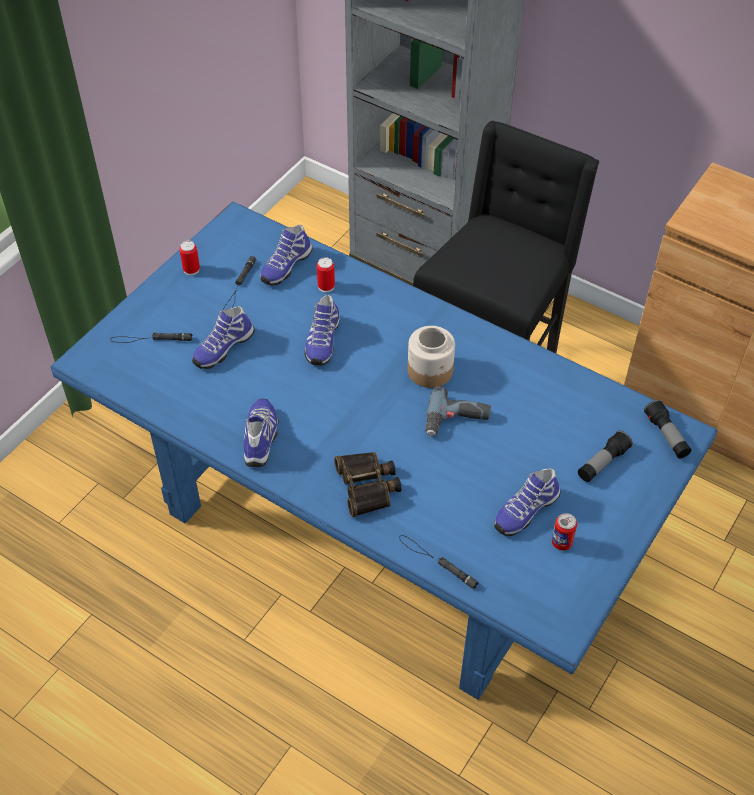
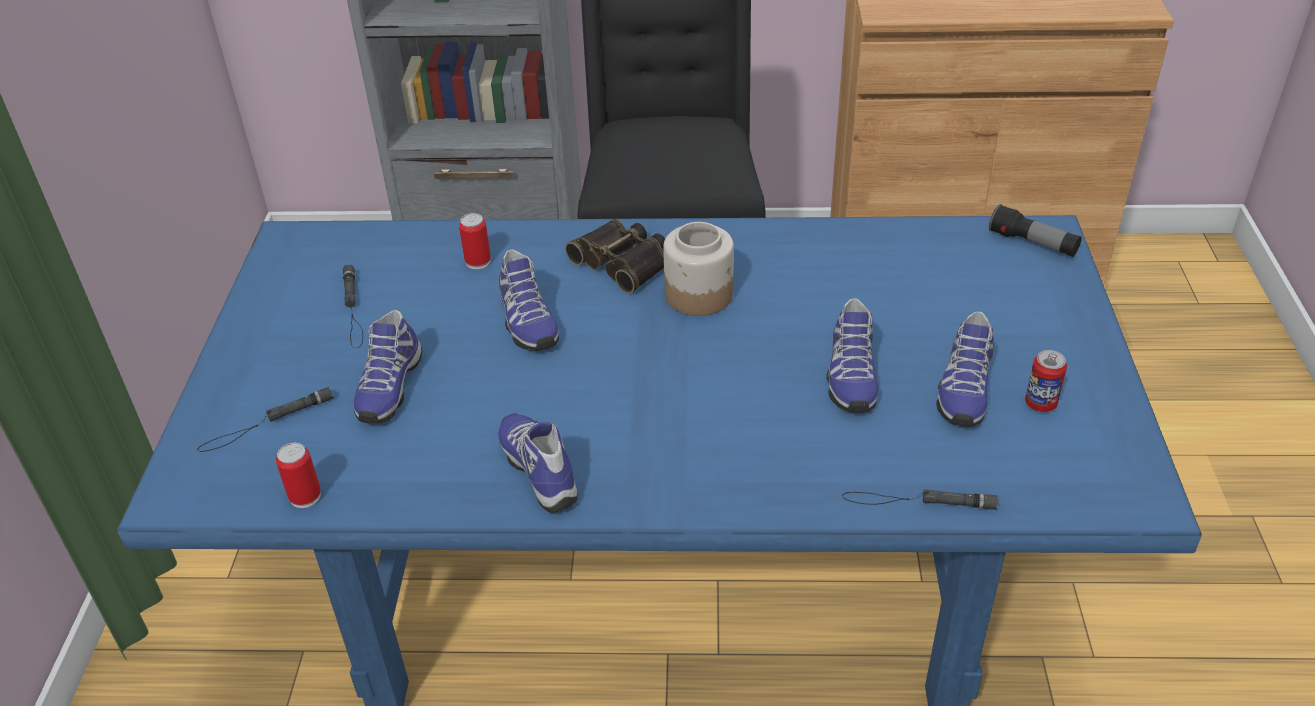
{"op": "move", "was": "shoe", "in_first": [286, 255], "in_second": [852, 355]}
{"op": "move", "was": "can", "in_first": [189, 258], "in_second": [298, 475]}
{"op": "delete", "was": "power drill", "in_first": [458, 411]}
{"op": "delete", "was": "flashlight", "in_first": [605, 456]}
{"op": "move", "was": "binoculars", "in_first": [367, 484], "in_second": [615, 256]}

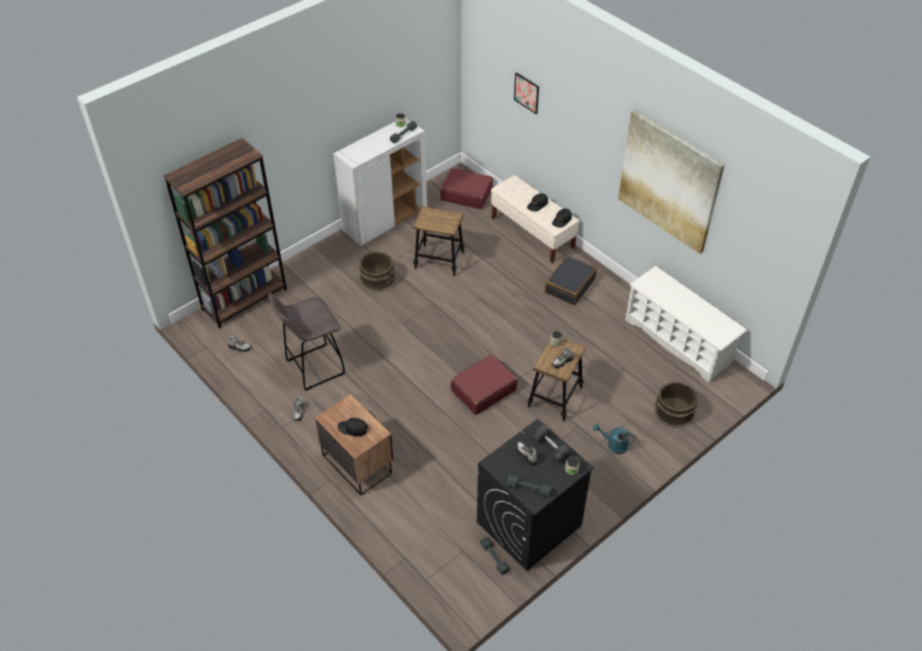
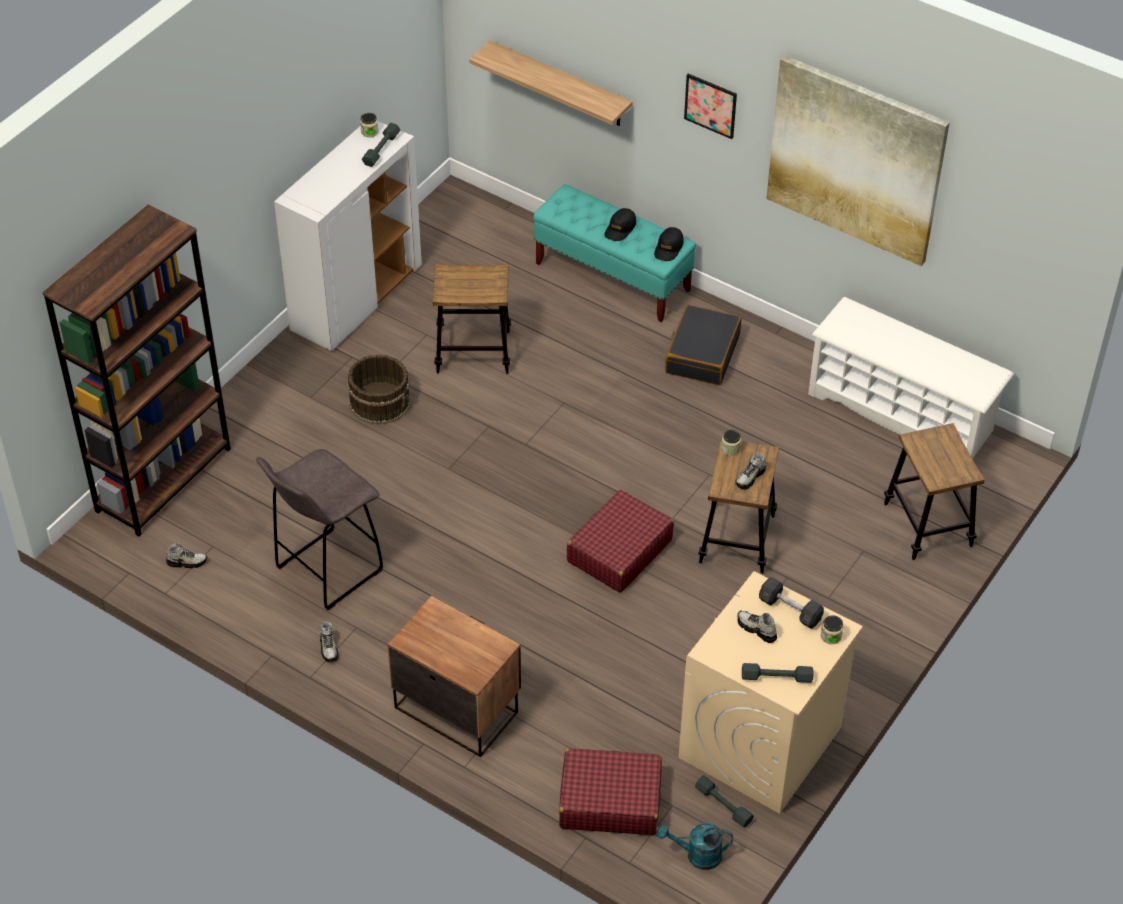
{"op": "move", "was": "picture", "in_first": [526, 93], "in_second": [710, 106]}
{"op": "move", "was": "red suitcase", "in_first": [466, 188], "in_second": [610, 792]}
{"op": "recolor", "was": "beige bench", "now": "turquoise bench", "in_first": [535, 219], "in_second": [615, 253]}
{"op": "replace", "was": "brown bucket", "now": "stool", "in_first": [676, 405], "in_second": [934, 491]}
{"op": "delete", "was": "black cap", "in_first": [353, 427]}
{"op": "recolor", "was": "black washing machine", "now": "beige washing machine", "in_first": [535, 495], "in_second": [771, 692]}
{"op": "move", "was": "turquoise watering can", "in_first": [614, 438], "in_second": [695, 846]}
{"op": "insert", "now": "shelf", "in_second": [551, 83]}

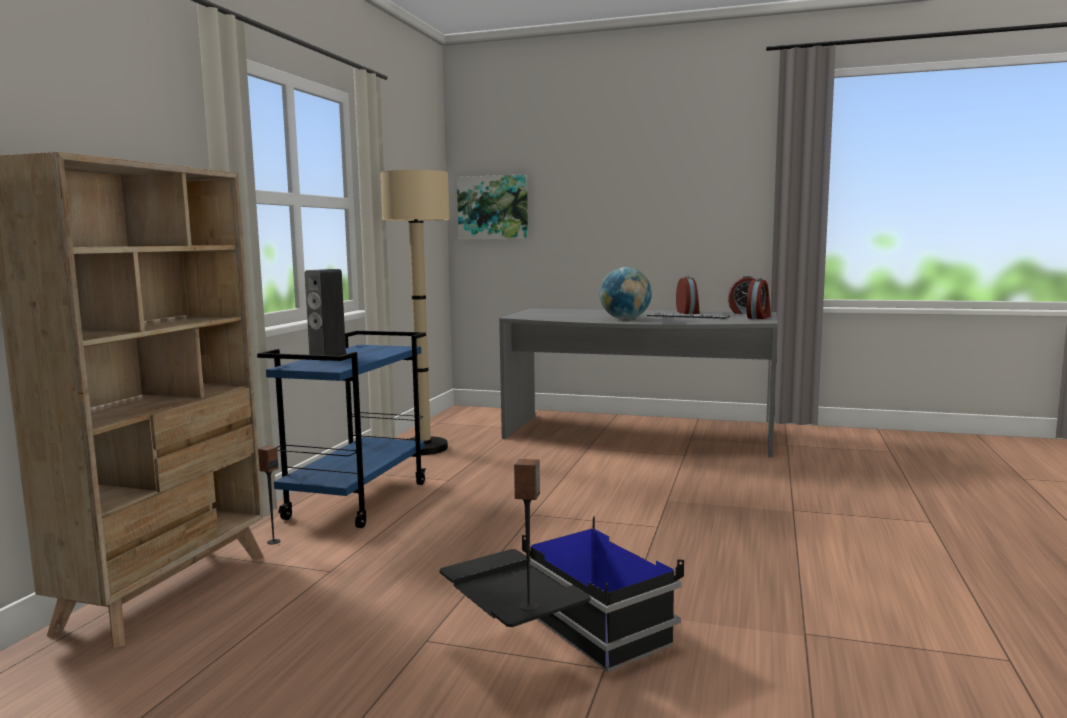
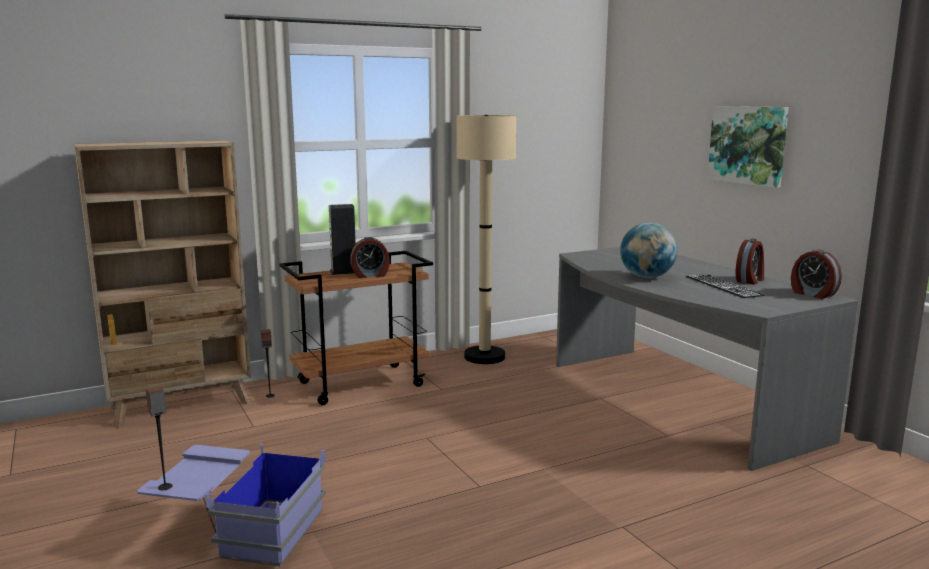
{"op": "move", "was": "picture", "in_first": [492, 207], "in_second": [748, 147]}
{"op": "move", "was": "alarm clock", "in_first": [758, 298], "in_second": [370, 257]}
{"op": "recolor", "was": "blue cart", "now": "brown cart", "in_first": [341, 429], "in_second": [356, 328]}
{"op": "recolor", "was": "black storage box", "now": "blue storage box", "in_first": [561, 594], "in_second": [231, 504]}

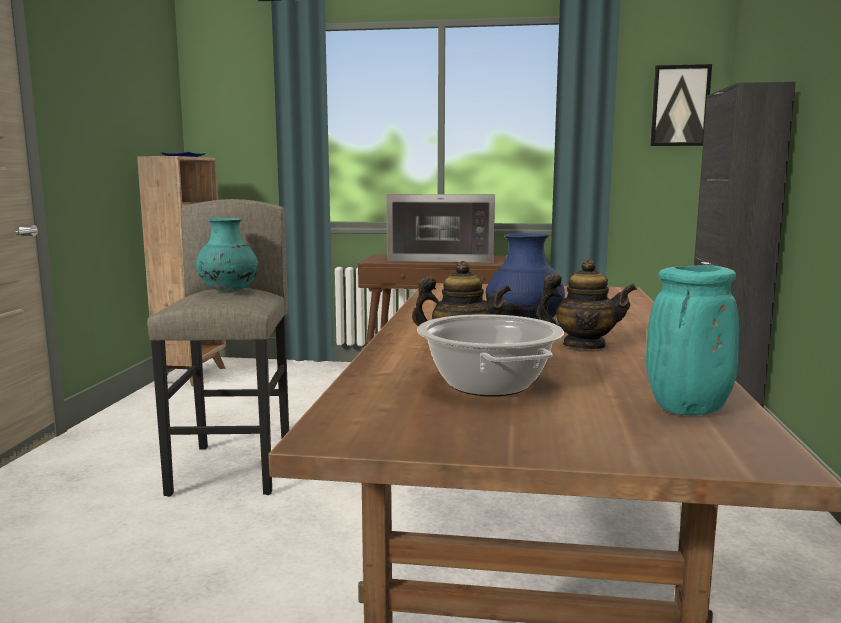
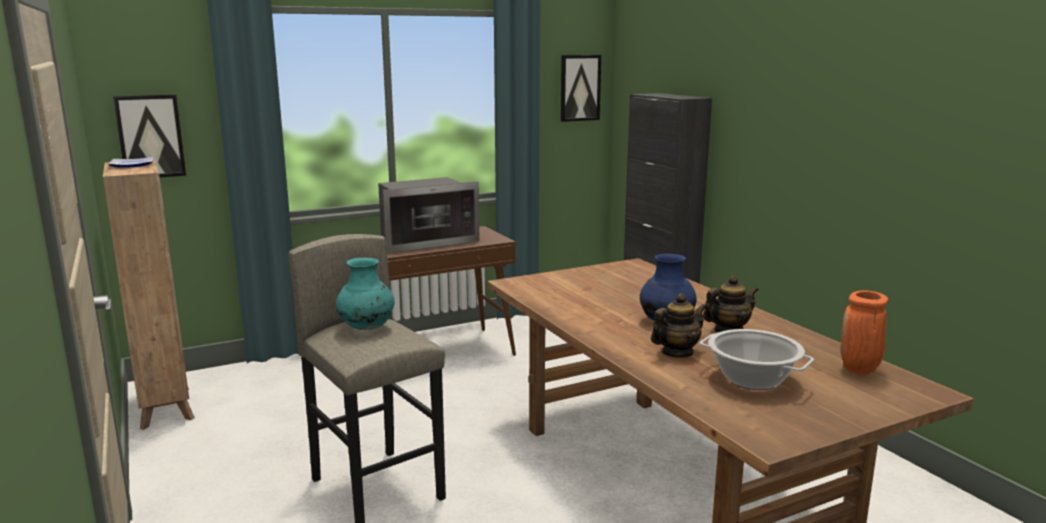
{"op": "recolor", "was": "turquoise vase", "now": "orange vase", "in_first": [692, 340], "in_second": [864, 332]}
{"op": "insert", "now": "picture", "in_second": [149, 135]}

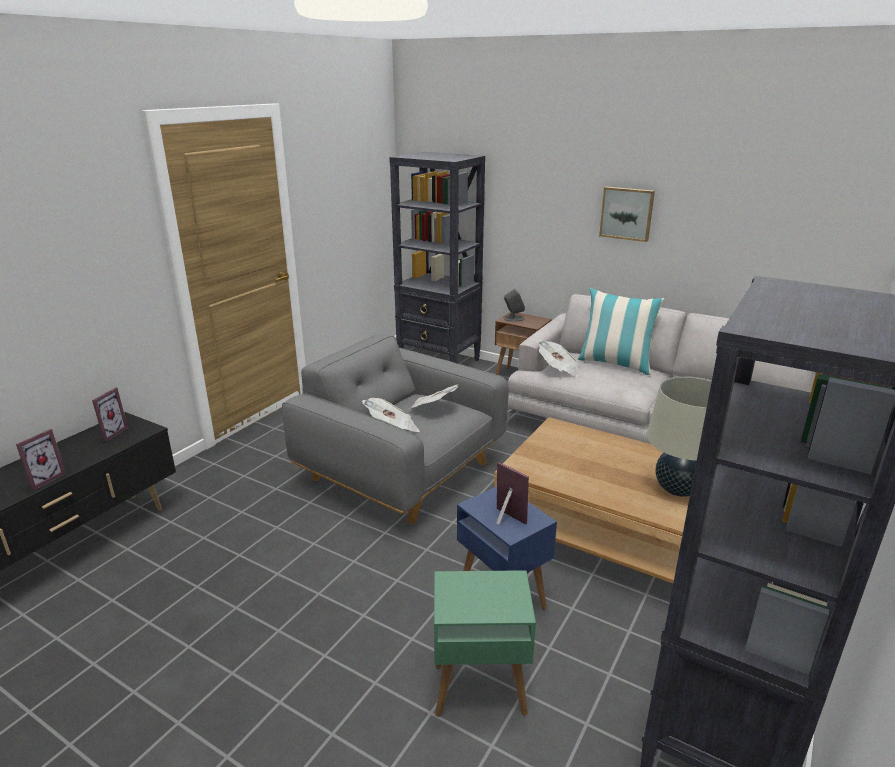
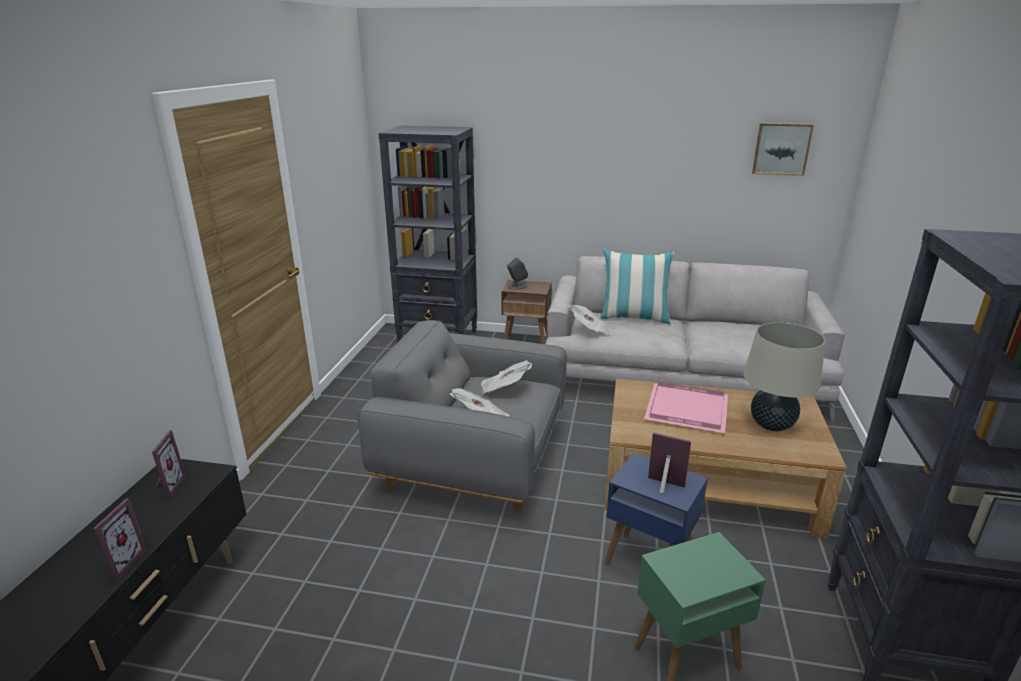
{"op": "move", "was": "picture", "in_first": [627, 214], "in_second": [783, 149]}
{"op": "insert", "now": "pink tray", "in_second": [686, 407]}

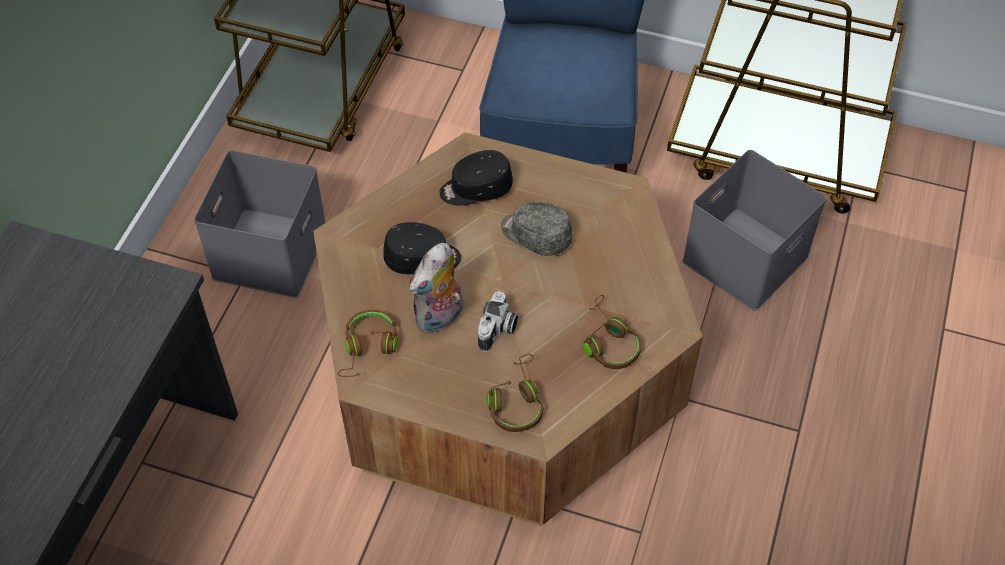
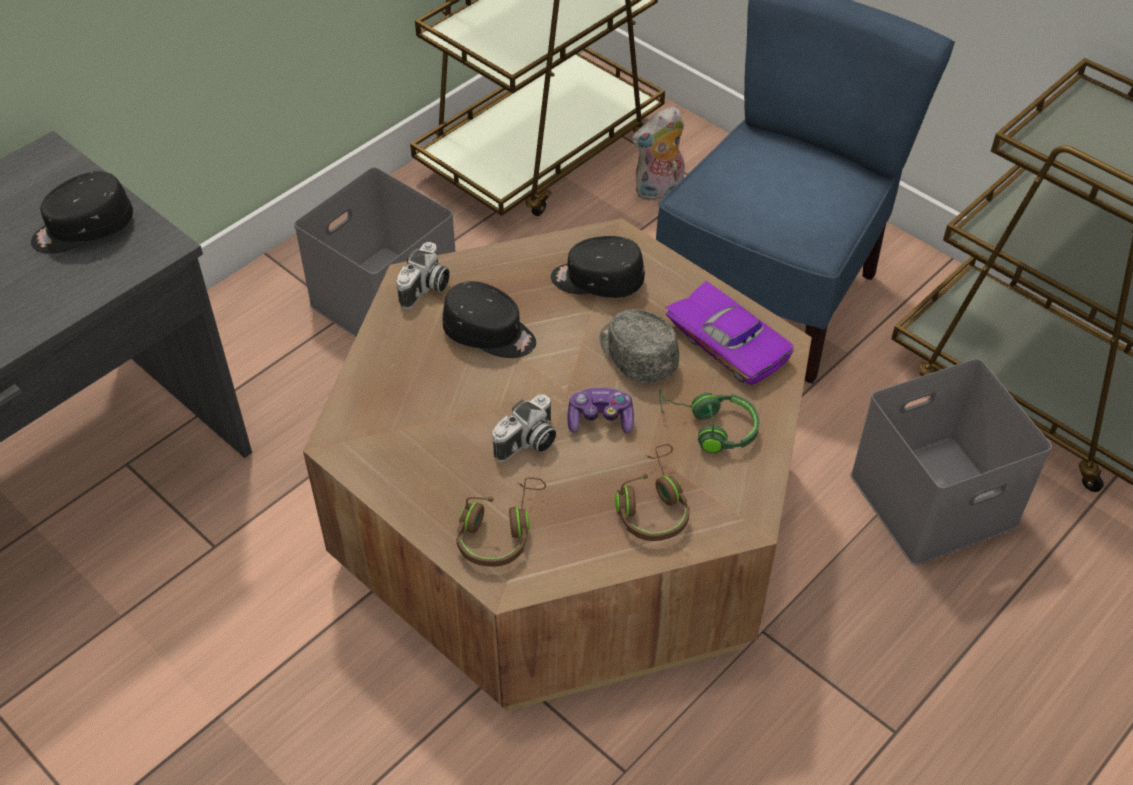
{"op": "move", "was": "plush toy", "in_first": [436, 288], "in_second": [658, 153]}
{"op": "delete", "was": "brown headphones", "in_first": [367, 343]}
{"op": "insert", "now": "black cap", "in_second": [82, 212]}
{"op": "insert", "now": "photo camera", "in_second": [423, 275]}
{"op": "insert", "now": "purple toy car", "in_second": [729, 333]}
{"op": "insert", "now": "game controller", "in_second": [600, 410]}
{"op": "insert", "now": "green headphones", "in_second": [709, 421]}

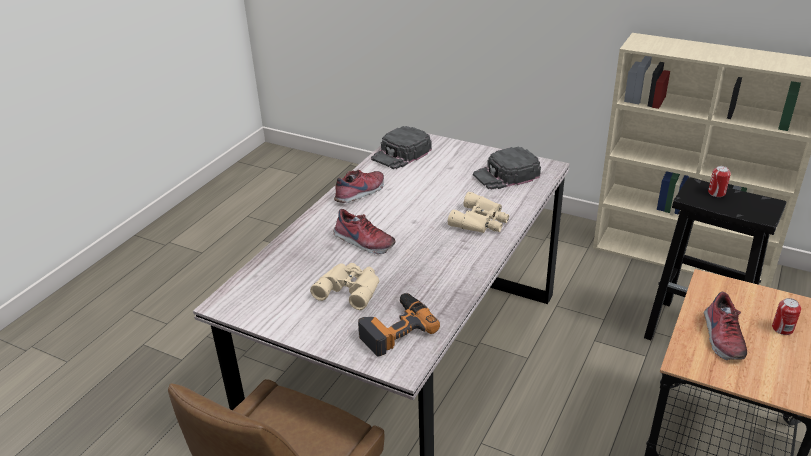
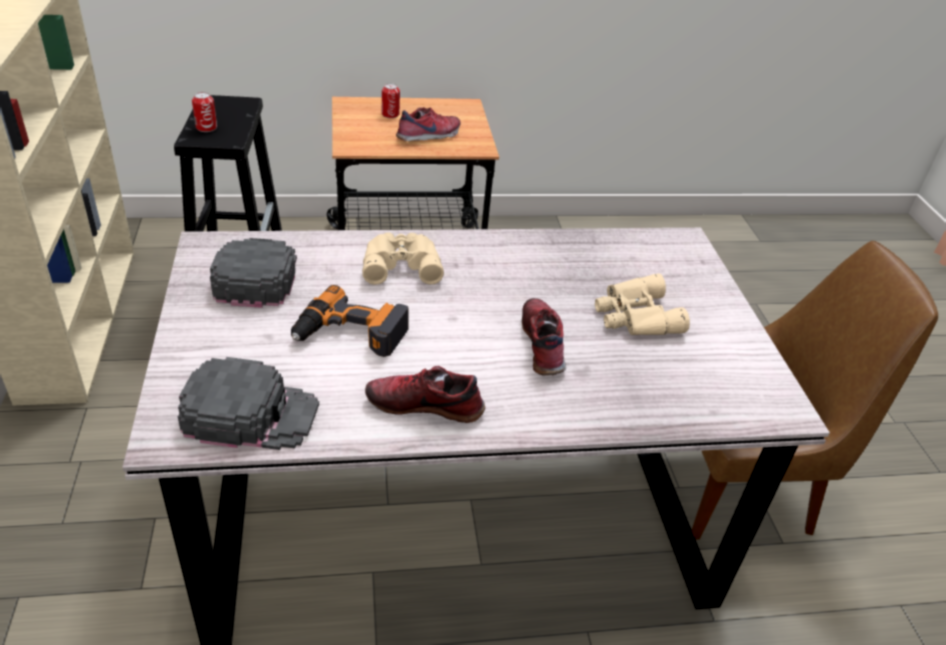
{"op": "rotate", "was": "black cap", "in_first": [507, 168], "in_second": [253, 273], "clockwise": -120}
{"op": "move", "was": "power drill", "in_first": [399, 325], "in_second": [350, 321]}

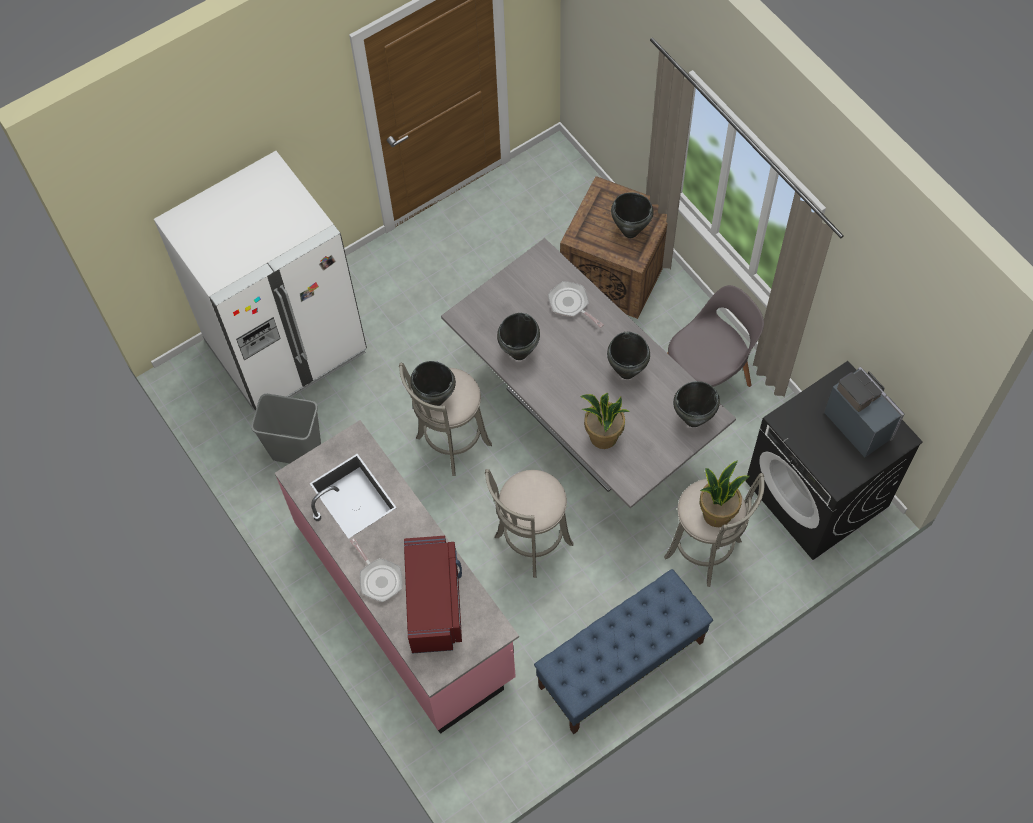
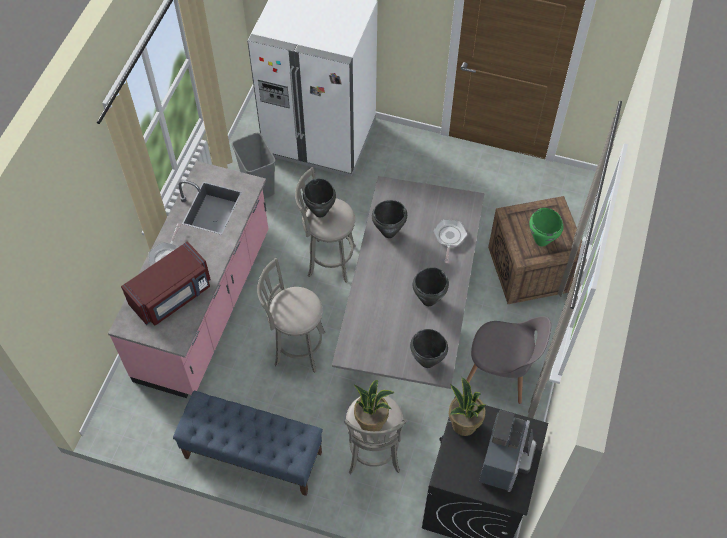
{"op": "recolor", "was": "black cooking pot", "now": "green cooking pot", "in_first": [632, 215], "in_second": [546, 227]}
{"op": "move", "was": "potted plant", "in_first": [605, 421], "in_second": [467, 406]}

